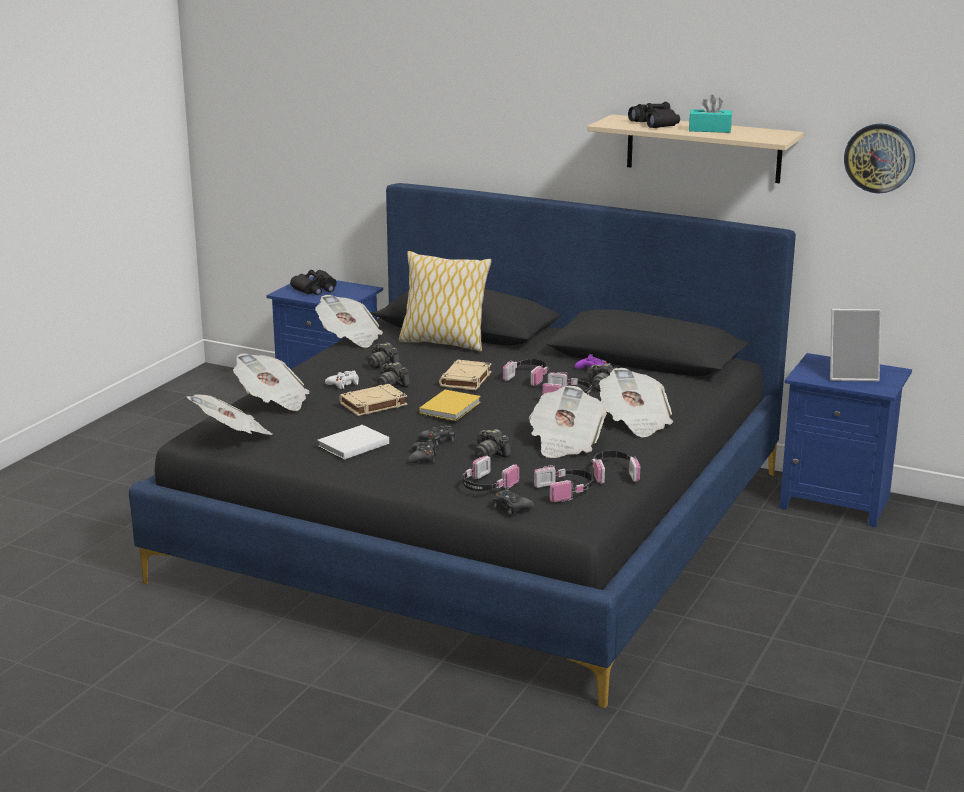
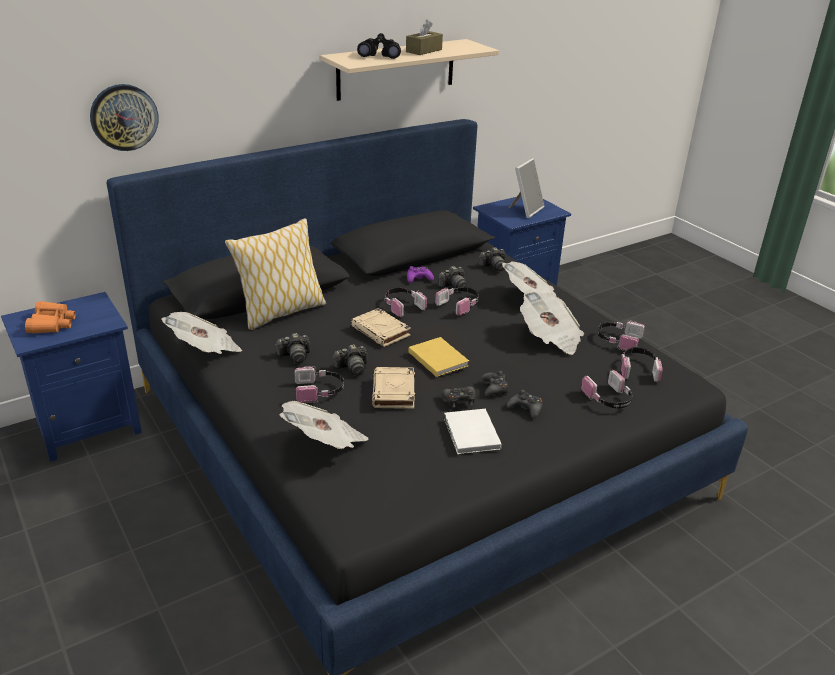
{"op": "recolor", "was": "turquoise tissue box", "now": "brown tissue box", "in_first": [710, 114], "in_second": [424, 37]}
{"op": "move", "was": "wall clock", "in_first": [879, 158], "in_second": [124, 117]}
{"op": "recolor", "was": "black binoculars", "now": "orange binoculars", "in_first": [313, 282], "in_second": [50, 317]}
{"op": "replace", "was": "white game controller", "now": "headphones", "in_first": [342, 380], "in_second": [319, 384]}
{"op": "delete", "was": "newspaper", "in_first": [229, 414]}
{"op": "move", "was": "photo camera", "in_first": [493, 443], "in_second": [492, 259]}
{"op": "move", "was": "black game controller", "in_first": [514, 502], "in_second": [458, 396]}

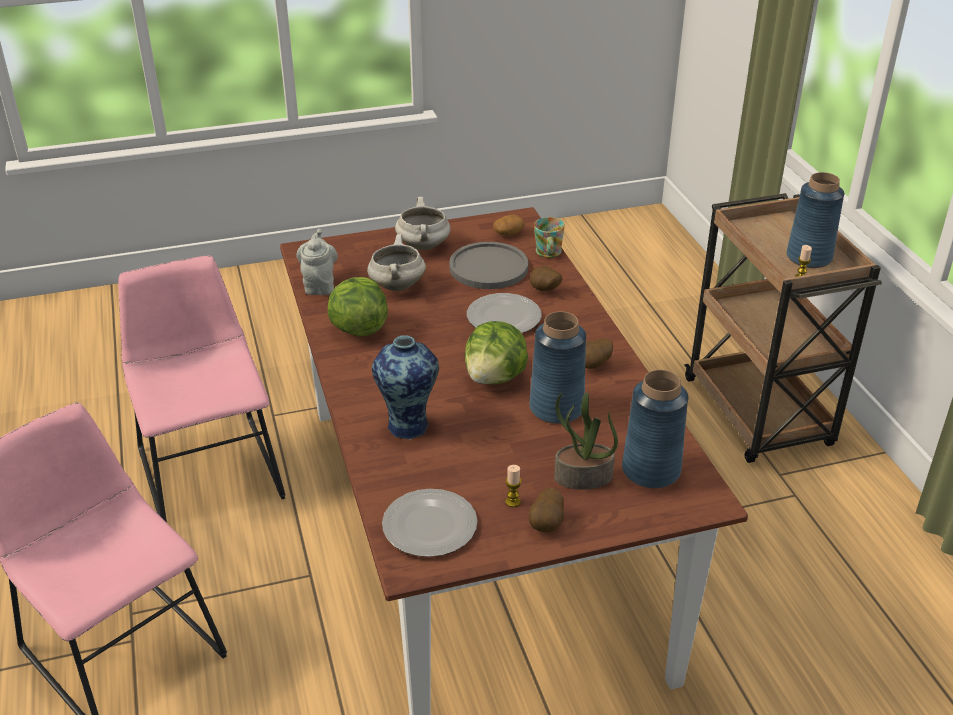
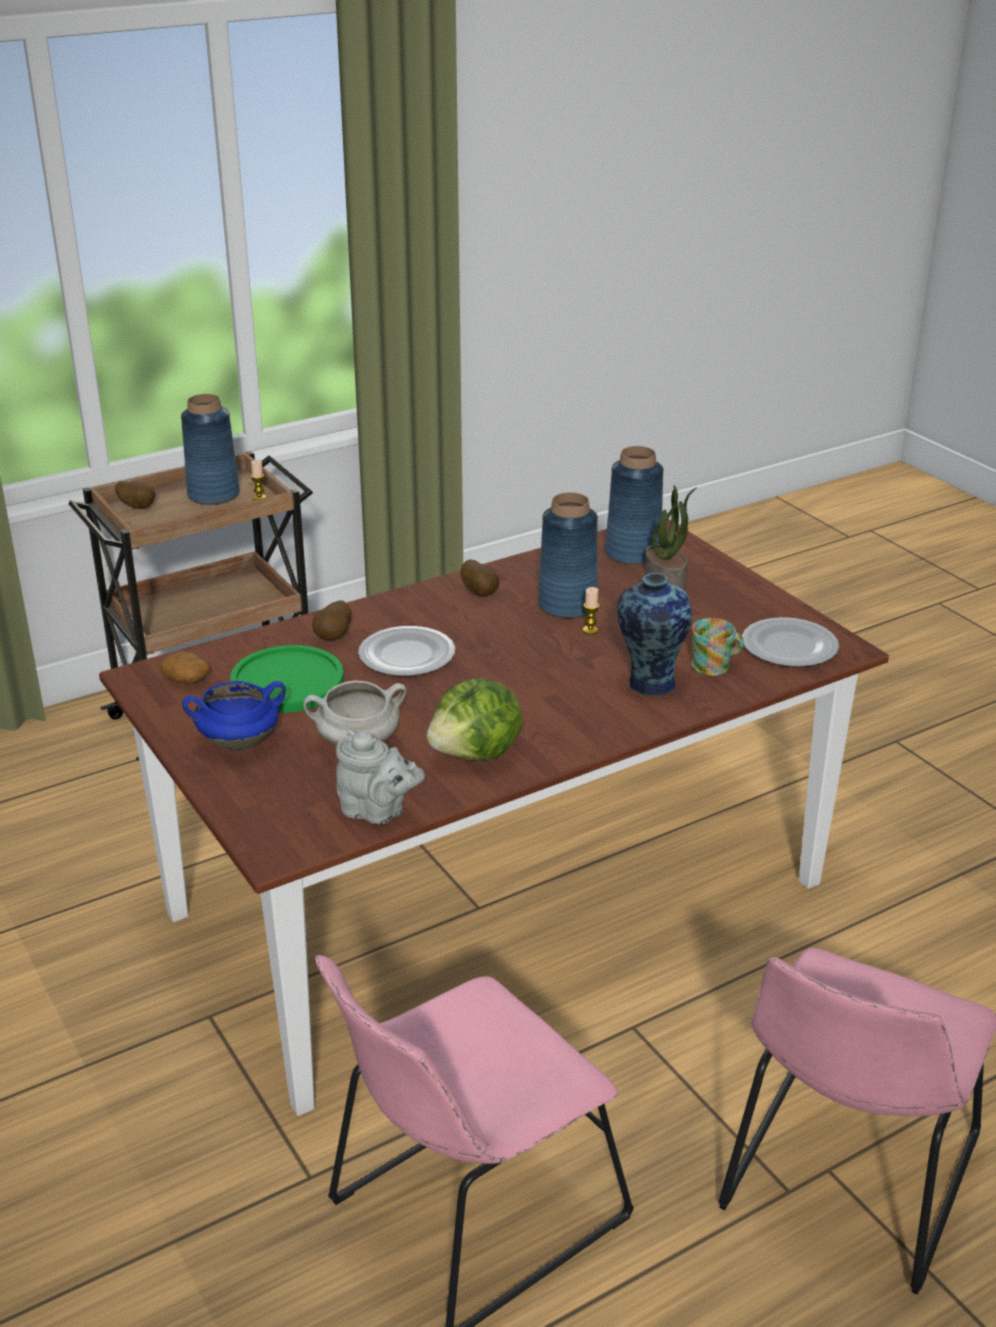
{"op": "recolor", "was": "white cooking pot", "now": "blue cooking pot", "in_first": [423, 223], "in_second": [234, 716]}
{"op": "move", "was": "mug", "in_first": [549, 237], "in_second": [718, 647]}
{"op": "rotate", "was": "grey teapot", "in_first": [317, 262], "in_second": [380, 777], "clockwise": -135}
{"op": "recolor", "was": "grey plate", "now": "green plate", "in_first": [488, 265], "in_second": [287, 679]}
{"op": "delete", "was": "lettuce", "in_first": [496, 353]}
{"op": "move", "was": "candle", "in_first": [513, 486], "in_second": [591, 611]}
{"op": "move", "was": "potato", "in_first": [546, 510], "in_second": [135, 495]}

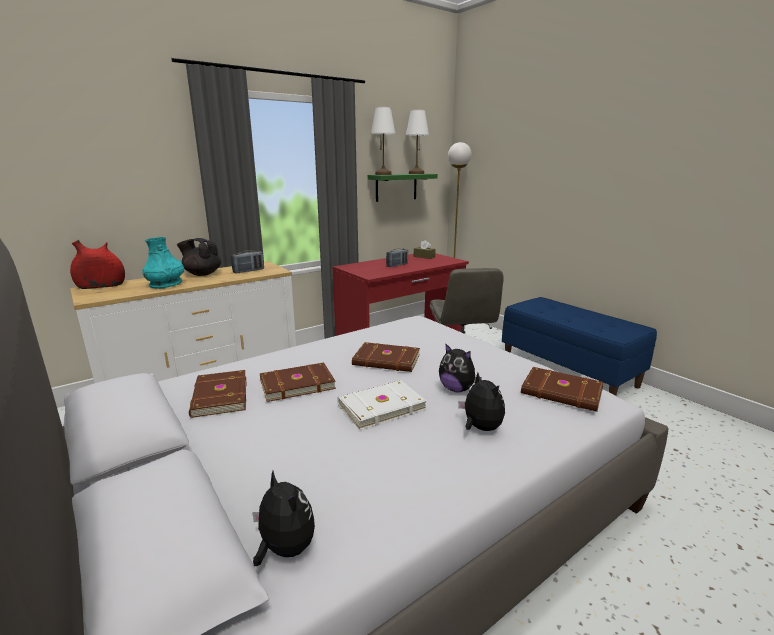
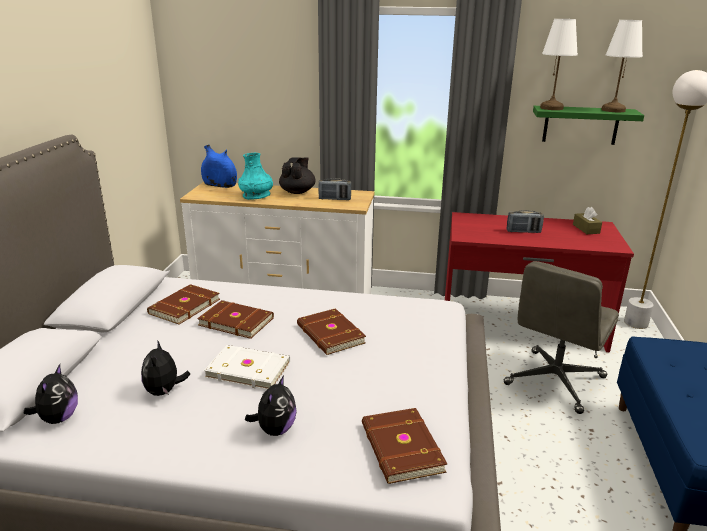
{"op": "rotate", "was": "black teapot", "in_first": [199, 257], "in_second": [297, 175], "clockwise": 45}
{"op": "recolor", "was": "red vase", "now": "blue vase", "in_first": [97, 264], "in_second": [219, 166]}
{"op": "move", "was": "plush toy", "in_first": [460, 367], "in_second": [165, 368]}

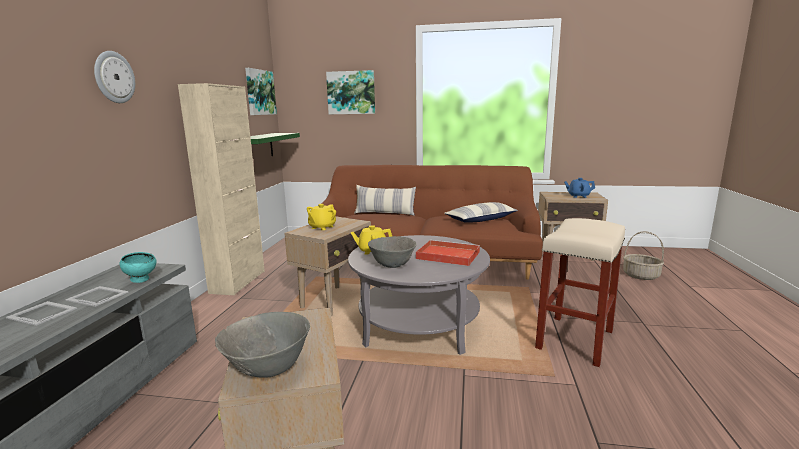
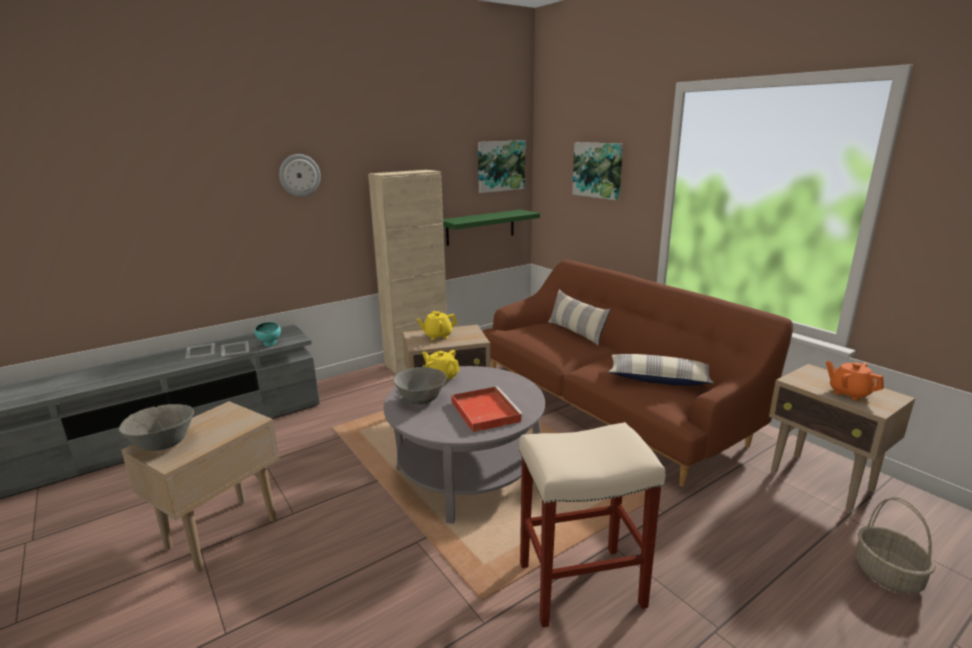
{"op": "recolor", "was": "blue teapot", "now": "orange teapot", "in_first": [579, 188], "in_second": [855, 381]}

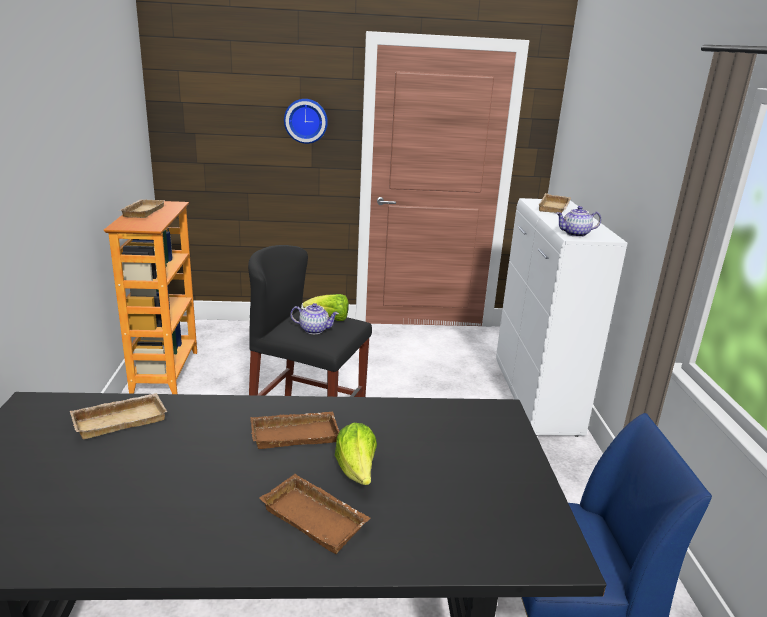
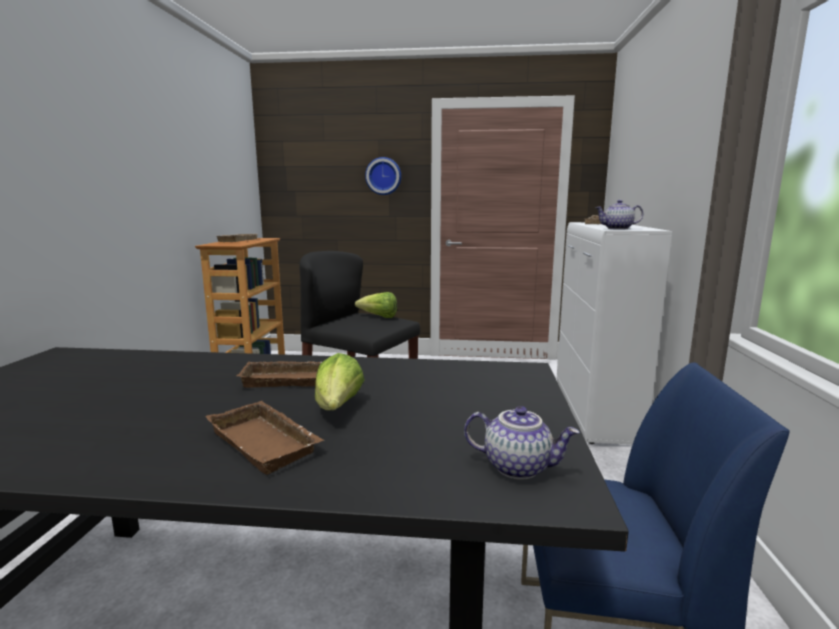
{"op": "move", "was": "teapot", "in_first": [314, 318], "in_second": [522, 443]}
{"op": "delete", "was": "beige tray", "in_first": [118, 416]}

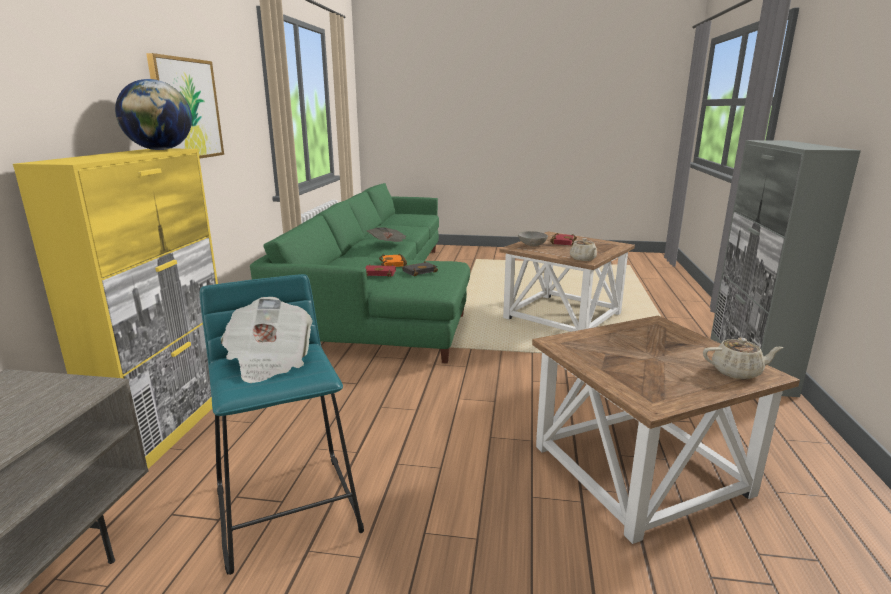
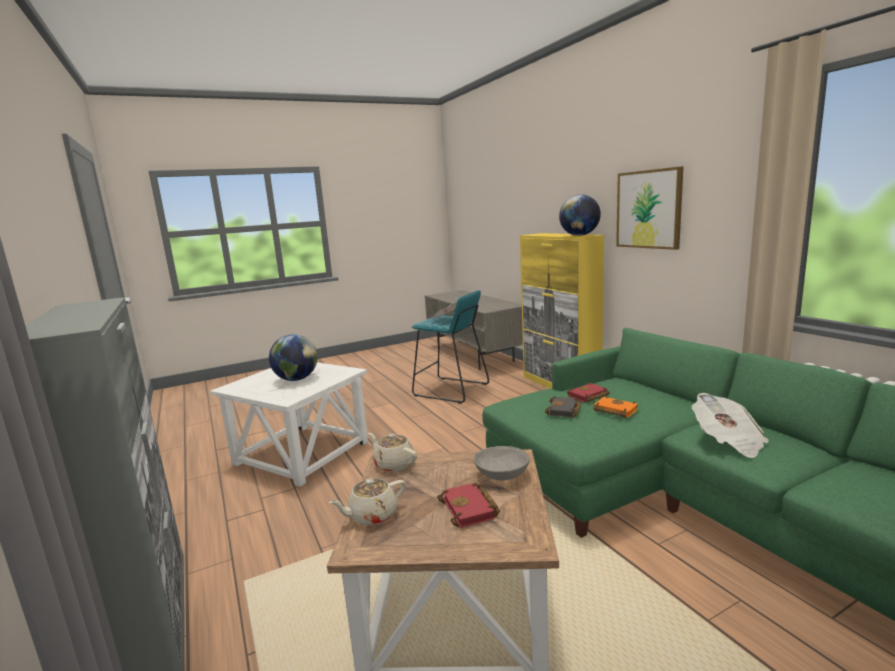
{"op": "recolor", "was": "brown side table", "now": "white side table", "in_first": [666, 429], "in_second": [289, 425]}
{"op": "move", "was": "beige teapot", "in_first": [743, 359], "in_second": [367, 501]}
{"op": "insert", "now": "globe", "in_second": [293, 357]}

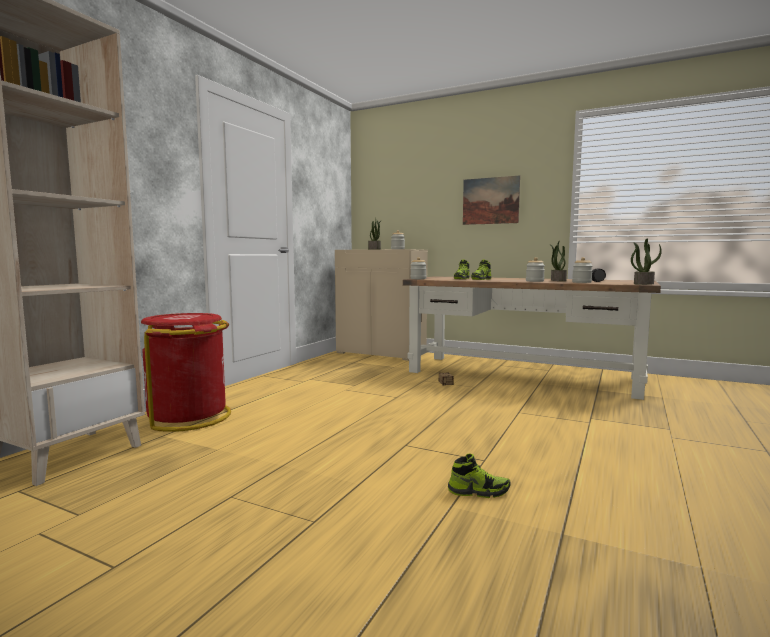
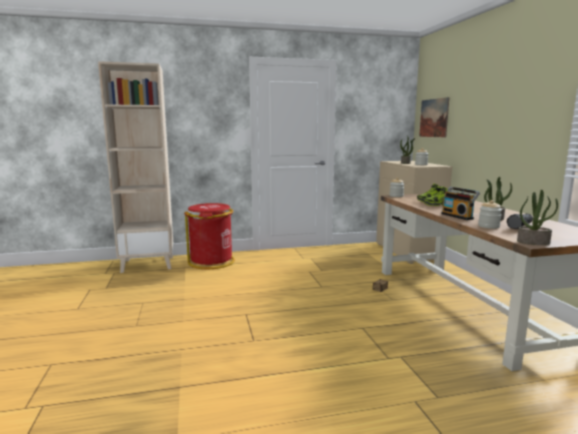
{"op": "move", "was": "picture", "in_first": [491, 200], "in_second": [434, 117]}
{"op": "replace", "was": "jar", "now": "radio", "in_first": [535, 269], "in_second": [460, 203]}
{"op": "delete", "was": "shoe", "in_first": [479, 475]}

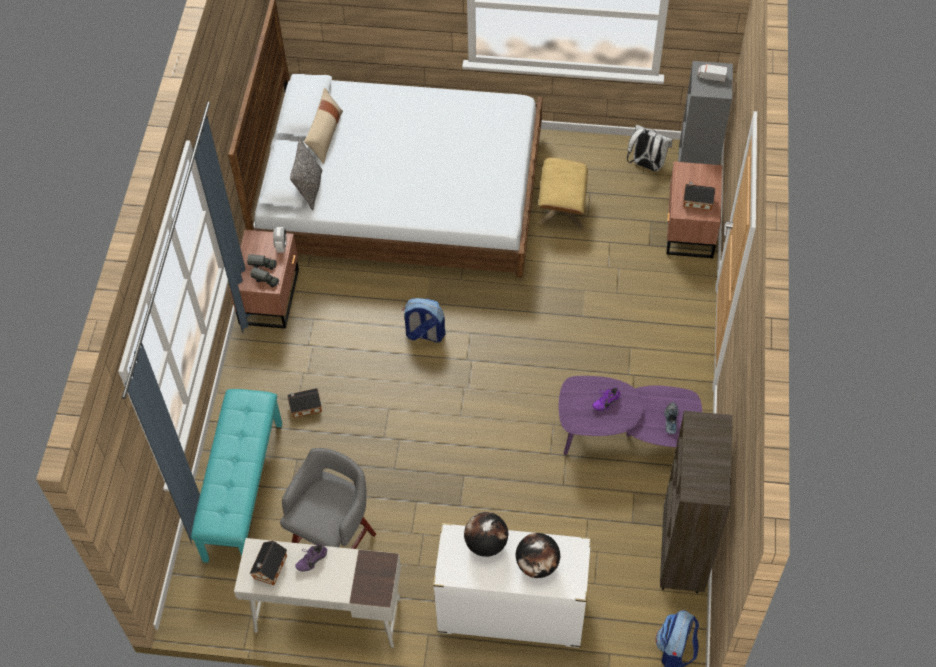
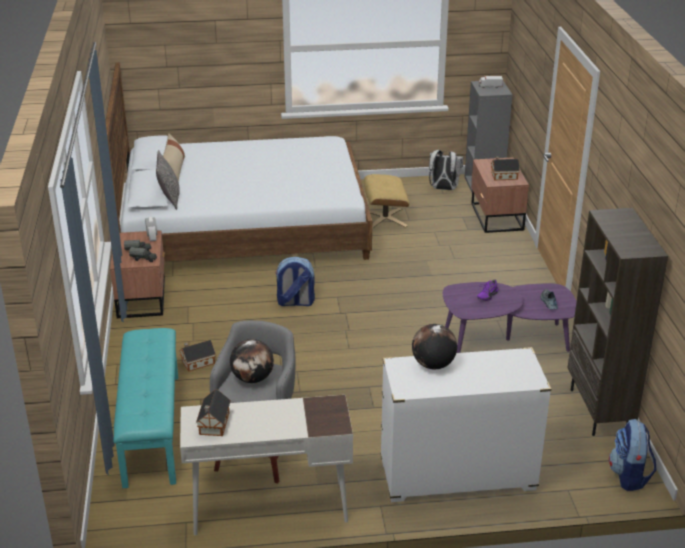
{"op": "move", "was": "globe", "in_first": [538, 555], "in_second": [252, 361]}
{"op": "delete", "was": "purple shoe", "in_first": [311, 558]}

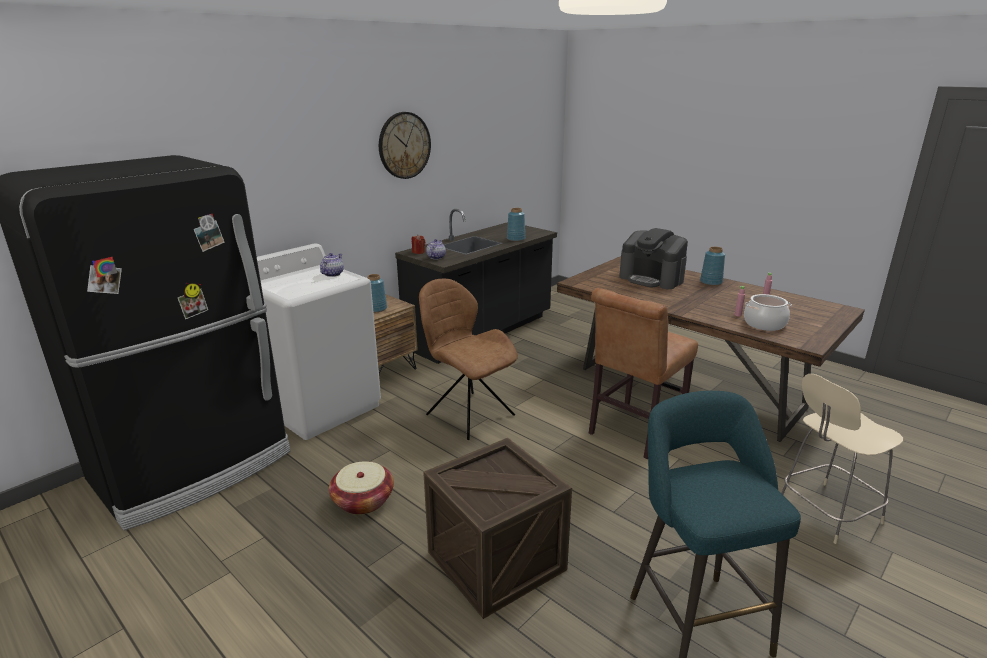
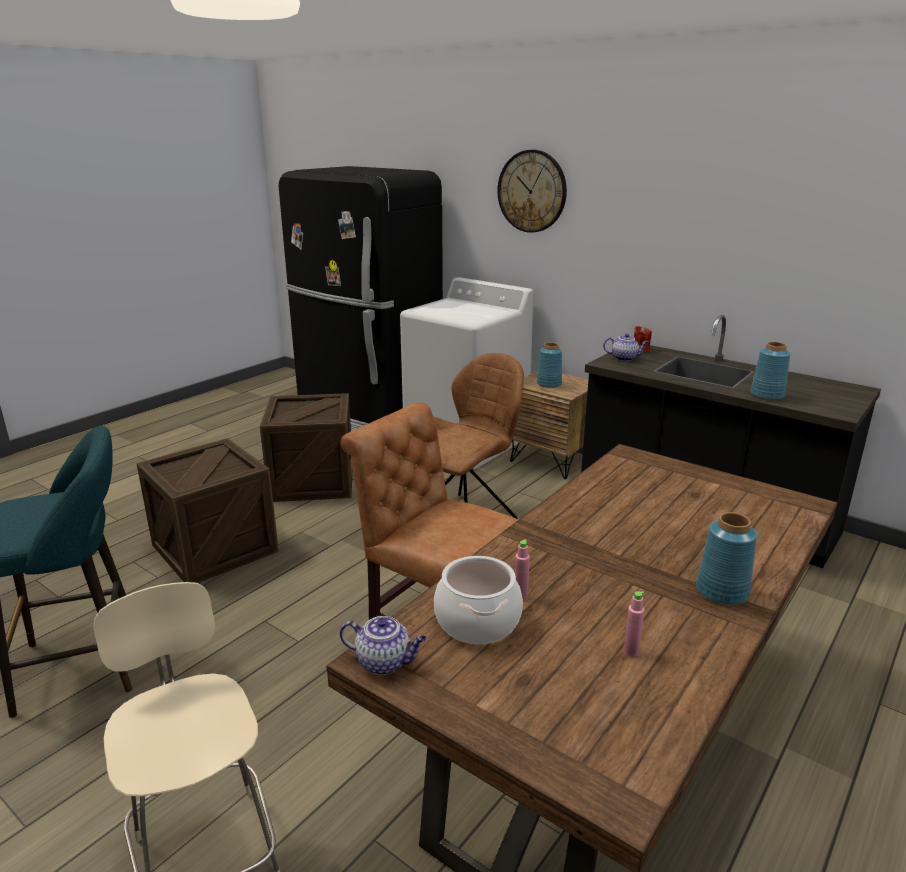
{"op": "move", "was": "wall clock", "in_first": [405, 145], "in_second": [532, 191]}
{"op": "delete", "was": "coffee machine", "in_first": [653, 258]}
{"op": "move", "was": "teapot", "in_first": [332, 265], "in_second": [383, 645]}
{"op": "replace", "was": "basket", "now": "crate", "in_first": [361, 488], "in_second": [306, 447]}

